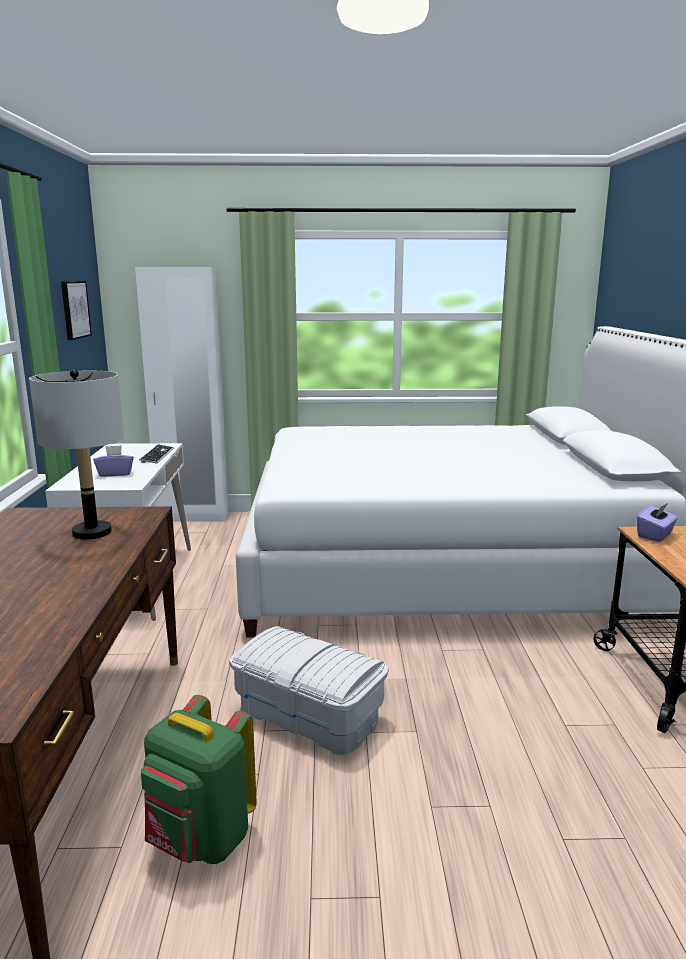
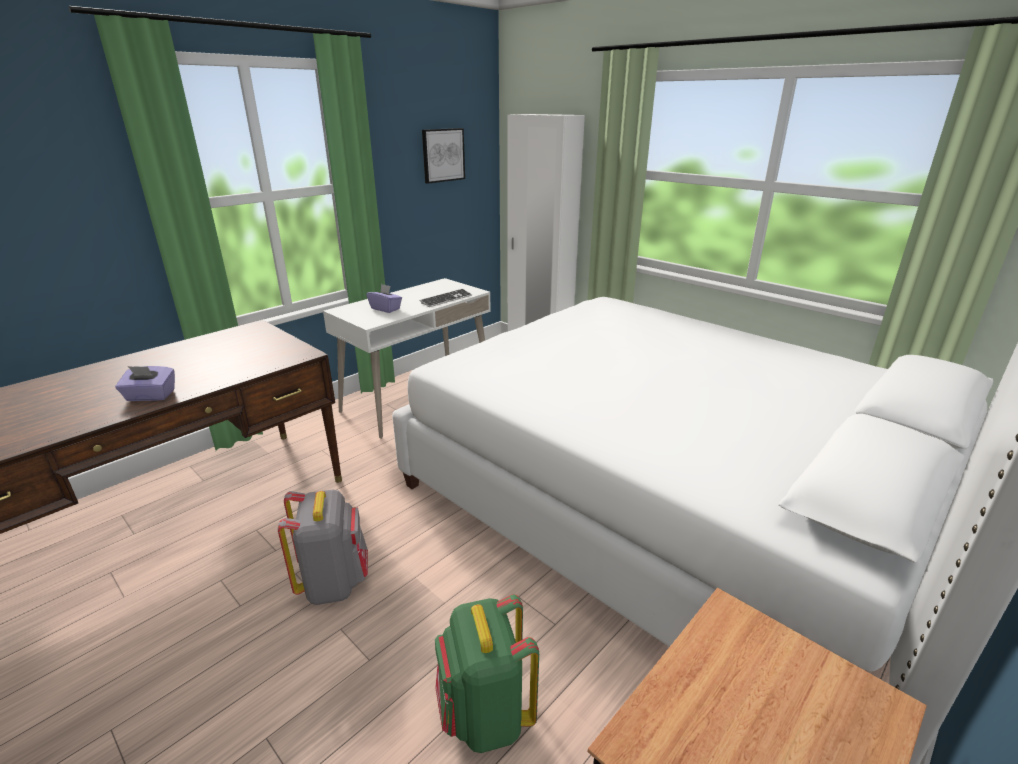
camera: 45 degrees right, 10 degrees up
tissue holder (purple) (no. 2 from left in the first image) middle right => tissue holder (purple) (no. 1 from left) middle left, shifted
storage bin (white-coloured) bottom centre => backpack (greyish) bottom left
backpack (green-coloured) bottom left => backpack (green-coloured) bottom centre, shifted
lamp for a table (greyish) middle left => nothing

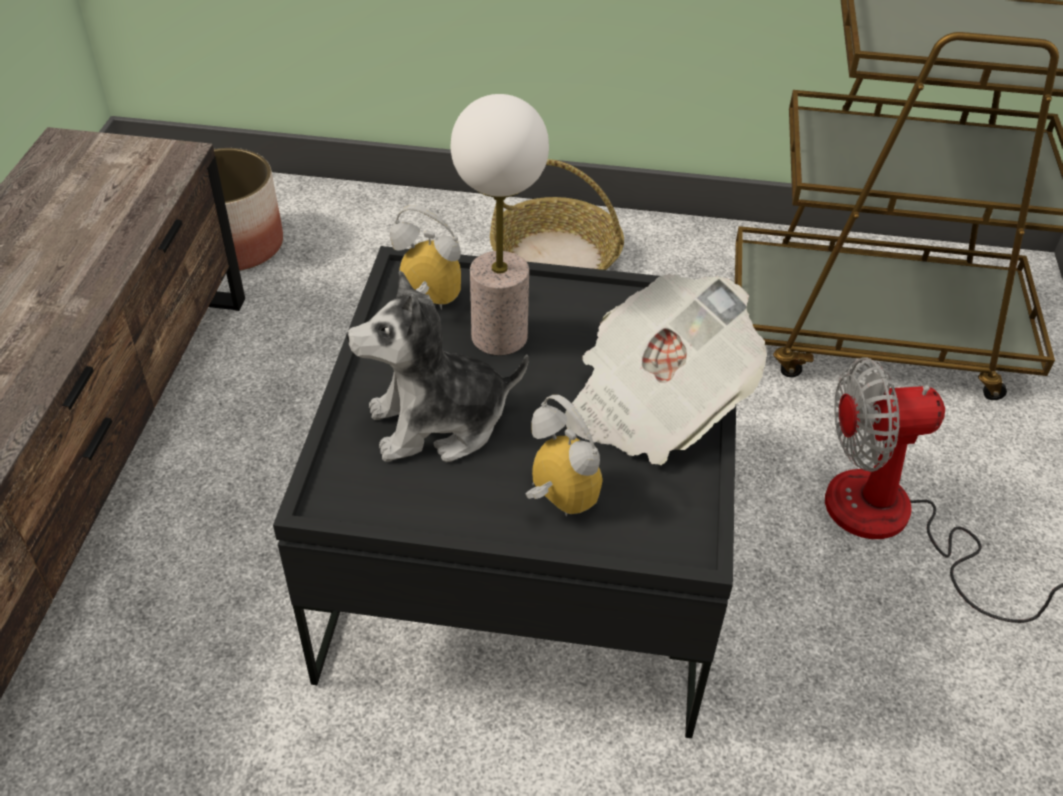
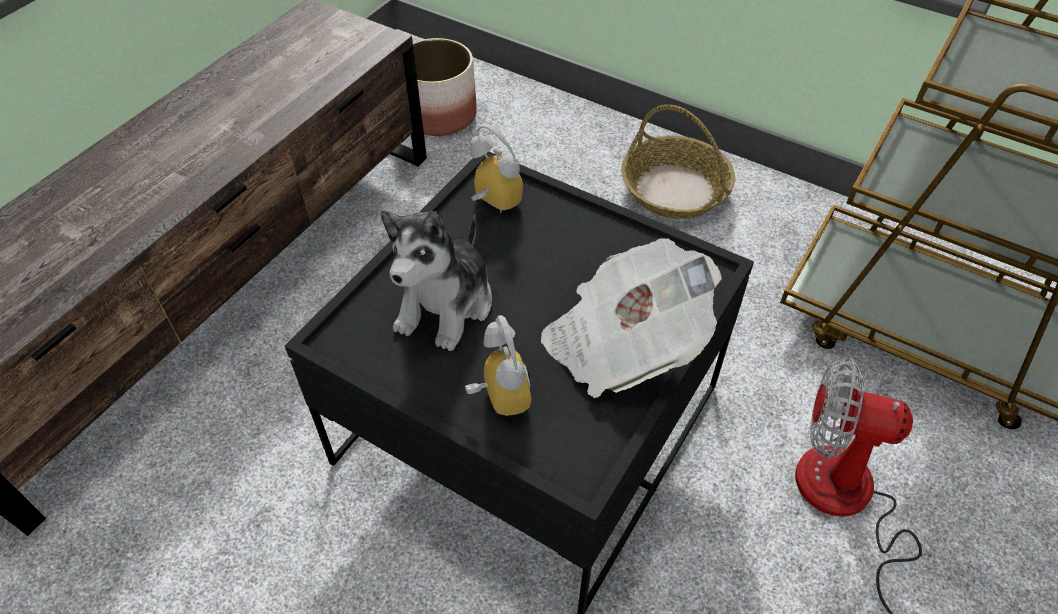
camera: 25 degrees right, 5 degrees up
plush toy centre, 75 degrees counterclockwise
lamp for a table top centre => nothing

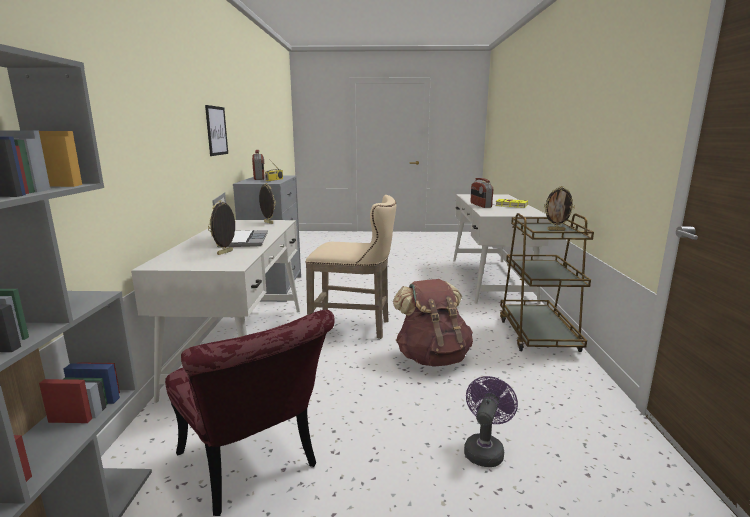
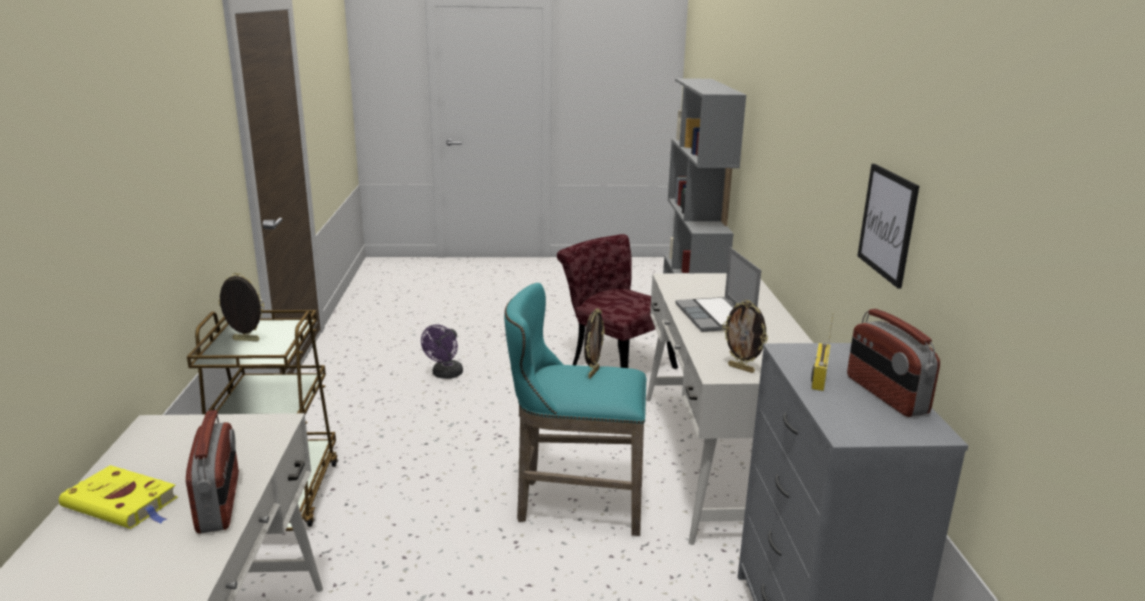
camera: 175 degrees right, 5 degrees up
stool seat (sand-coloured) centre => stool seat (blue-green) bottom centre
photo frame (no. 1 from left in the first image) middle left => photo frame (no. 2 from left) centre, shifted
backpack (brown-coloured) centre => nothing

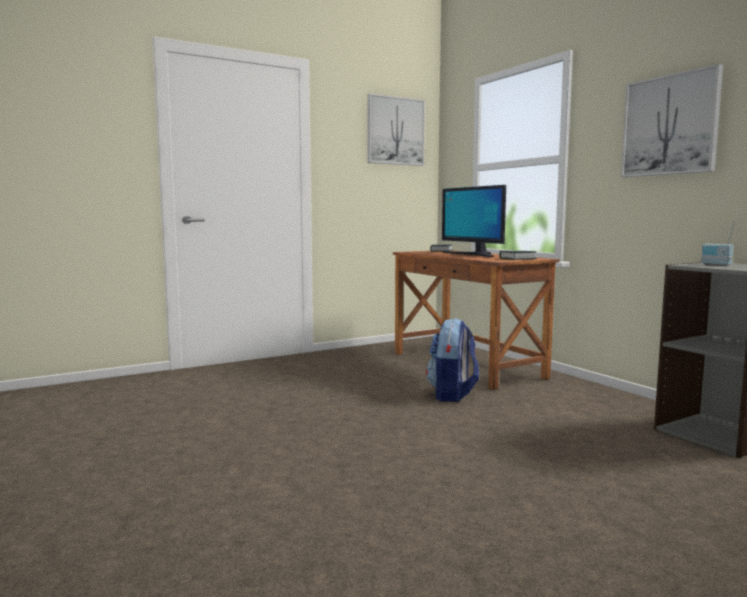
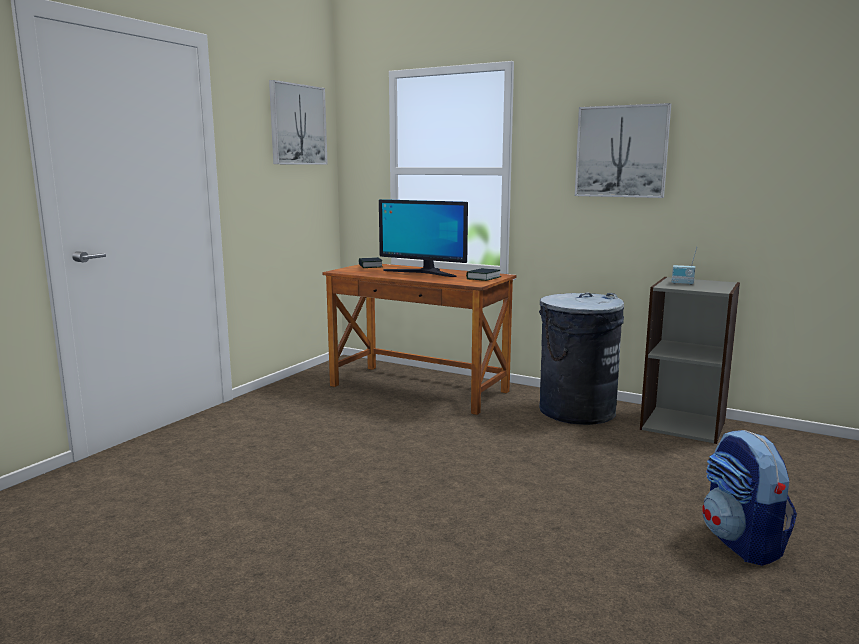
camera: 30 degrees left, 5 degrees up
nothing => trash can (greyish) middle right
backpack centre => backpack bottom right, shifted

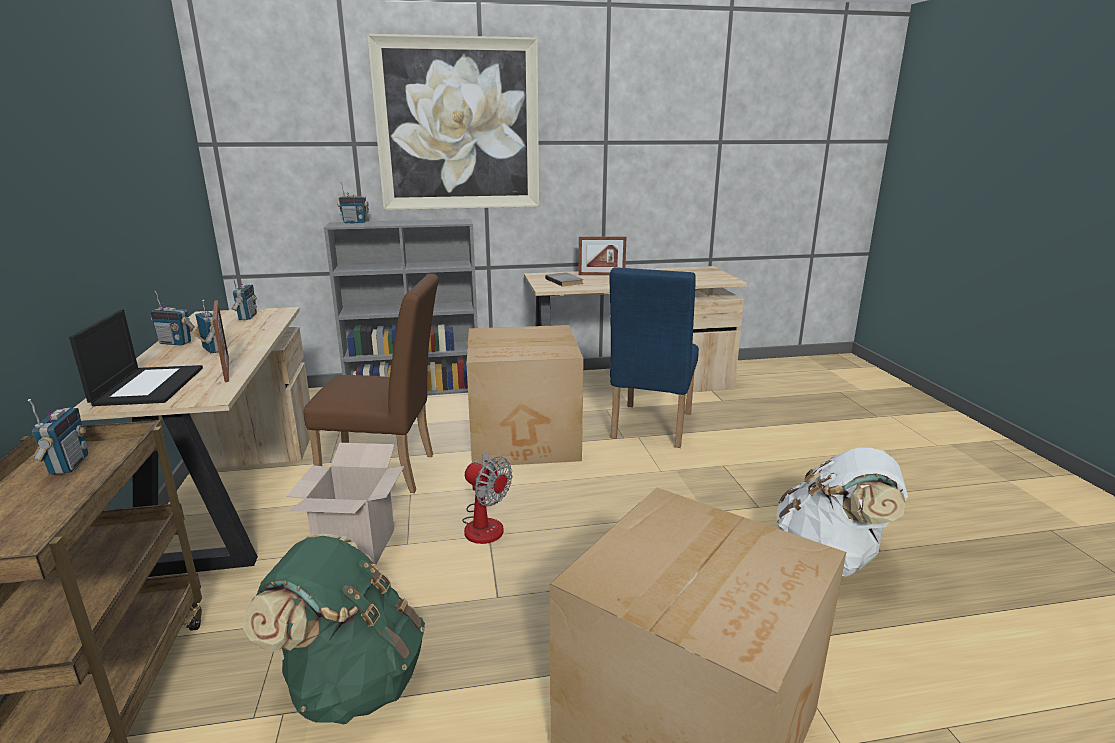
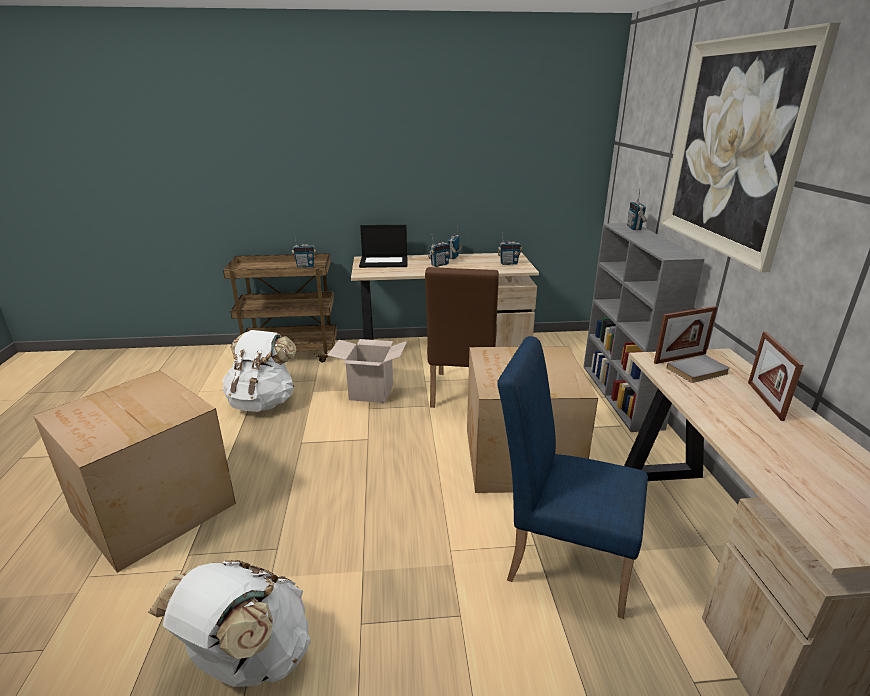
camera: 95 degrees right, 5 degrees up
backpack (green-coloured) bottom left => backpack (white-coloured) (no. 2 from left) middle left
photo frame (no. 1 from left) middle left => photo frame (no. 1 from left) middle right, shifted
cooling fan bottom centre => nothing

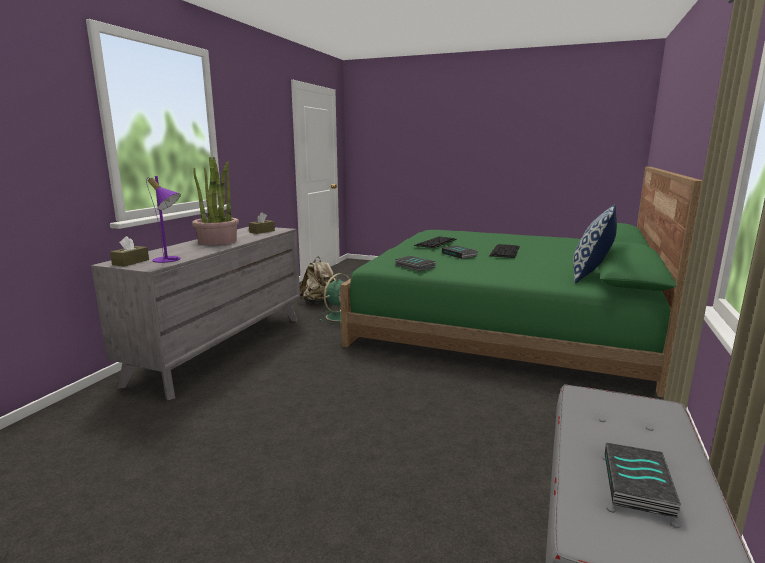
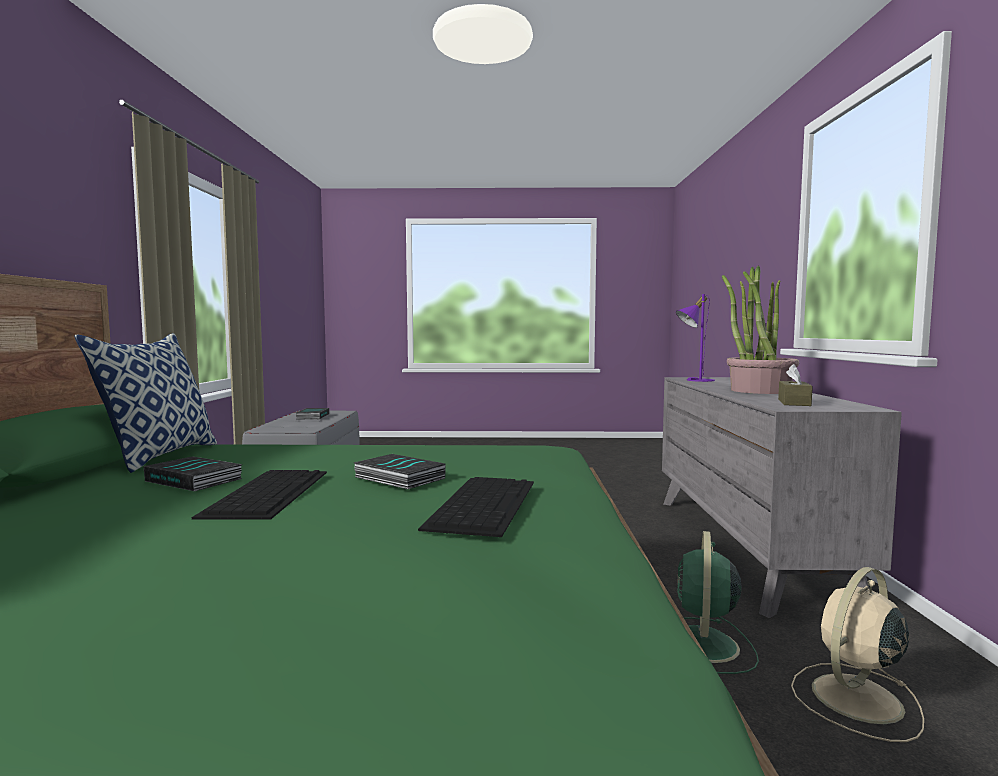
camera: 160 degrees right, 10 degrees down
book (no. 1 from left) centre => book (no. 1 from left) middle left, shifted
backpack (sand-coloured) centre => cooling fan (sand-coloured) bottom right
tissue holder (brown-coloured) (no. 1 from left) middle left => nothing

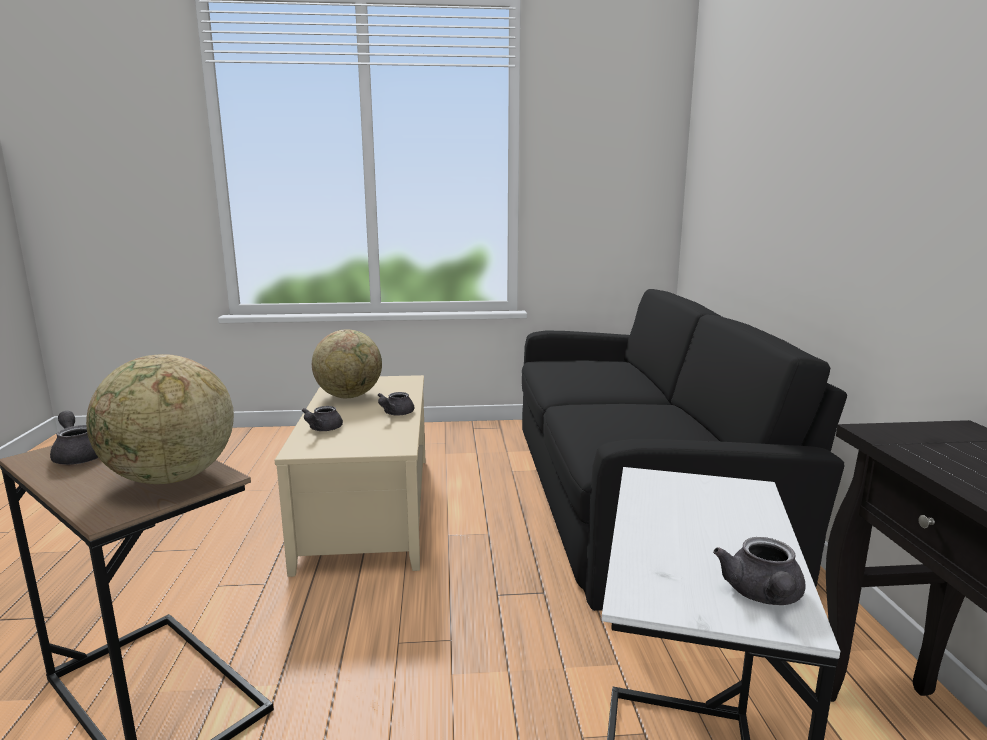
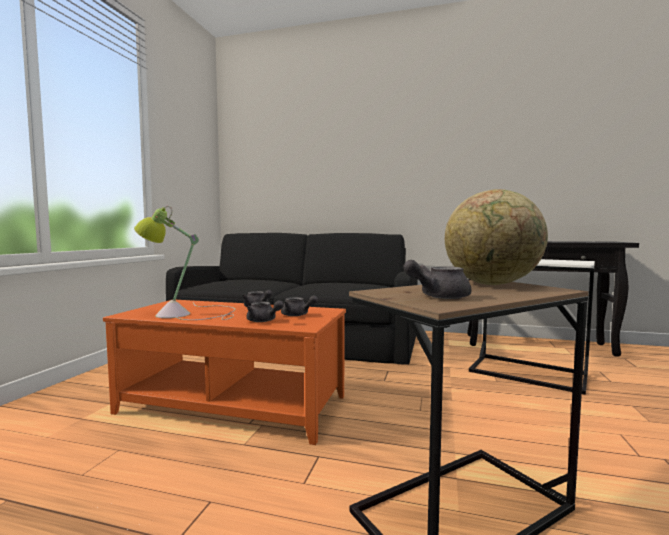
camera: 70 degrees left, 10 degrees down
lounge table (sand-coloured) centre => lounge table (orange) bottom centre
world globe (no. 2 from left) centre => lamp for a table middle left
tea pot (greyish) (no. 4 from left in the first image) bottom right => tea pot (greyish) (no. 3 from left) centre, shifted

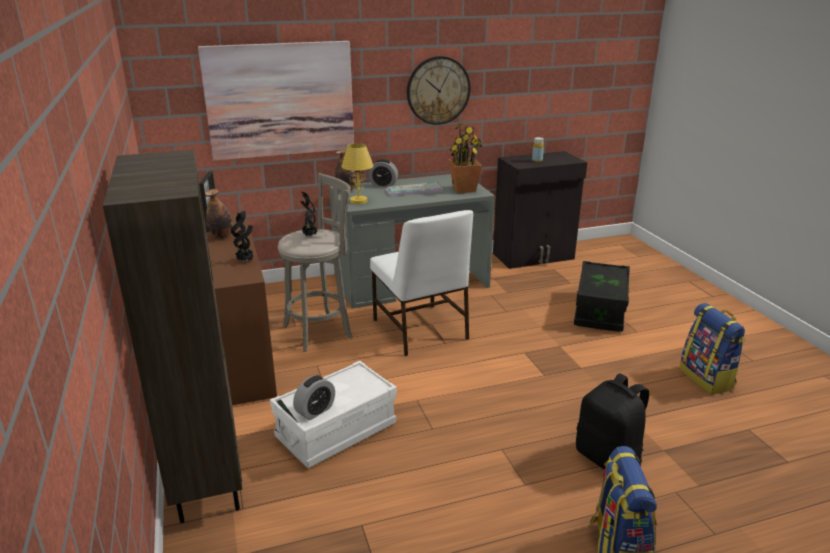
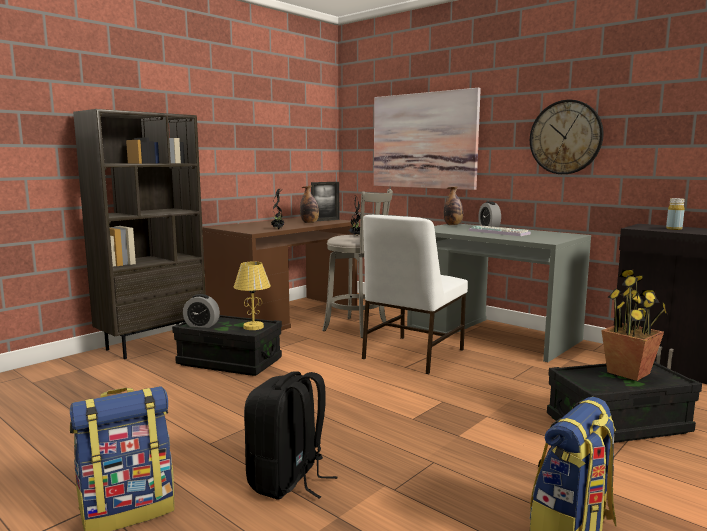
camera: 60 degrees right, 15 degrees down
storage bin (white-coloured) bottom centre => storage bin (black-coloured) (no. 1 from left) middle left
lamp for a table (yellowish) top centre => lamp for a table (yellowish) centre, shifted
plant in a pot (no. 3 from left) top centre => plant in a pot (no. 3 from left) middle right, shifted

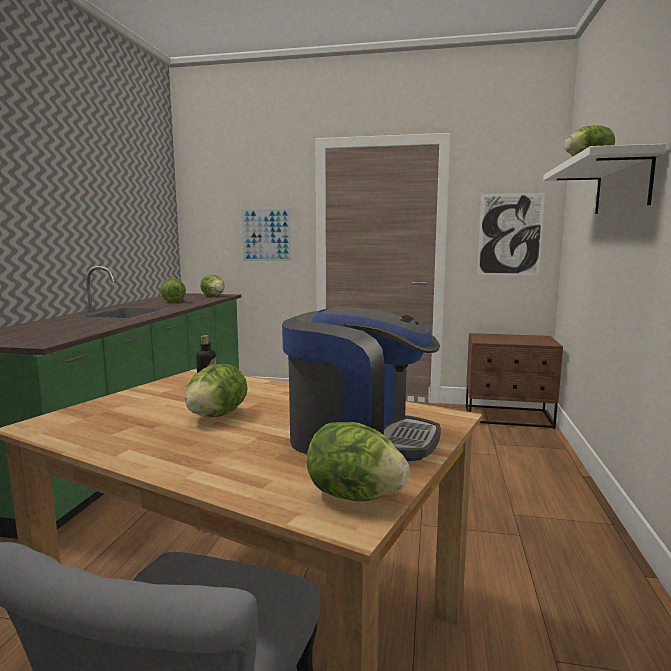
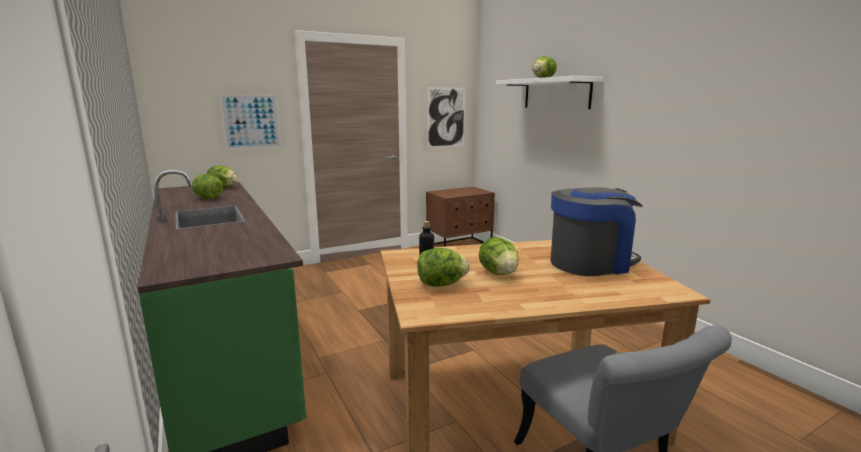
camera: 40 degrees left, 5 degrees up
head of lettuce (no. 4 from left in the first image) bottom centre => head of lettuce (no. 3 from left) centre, shifted

